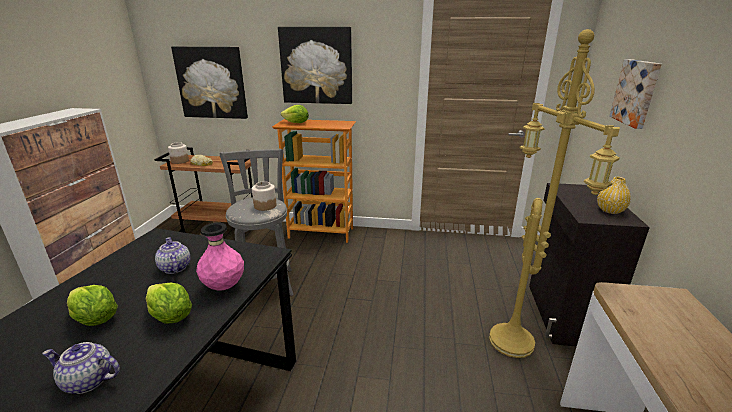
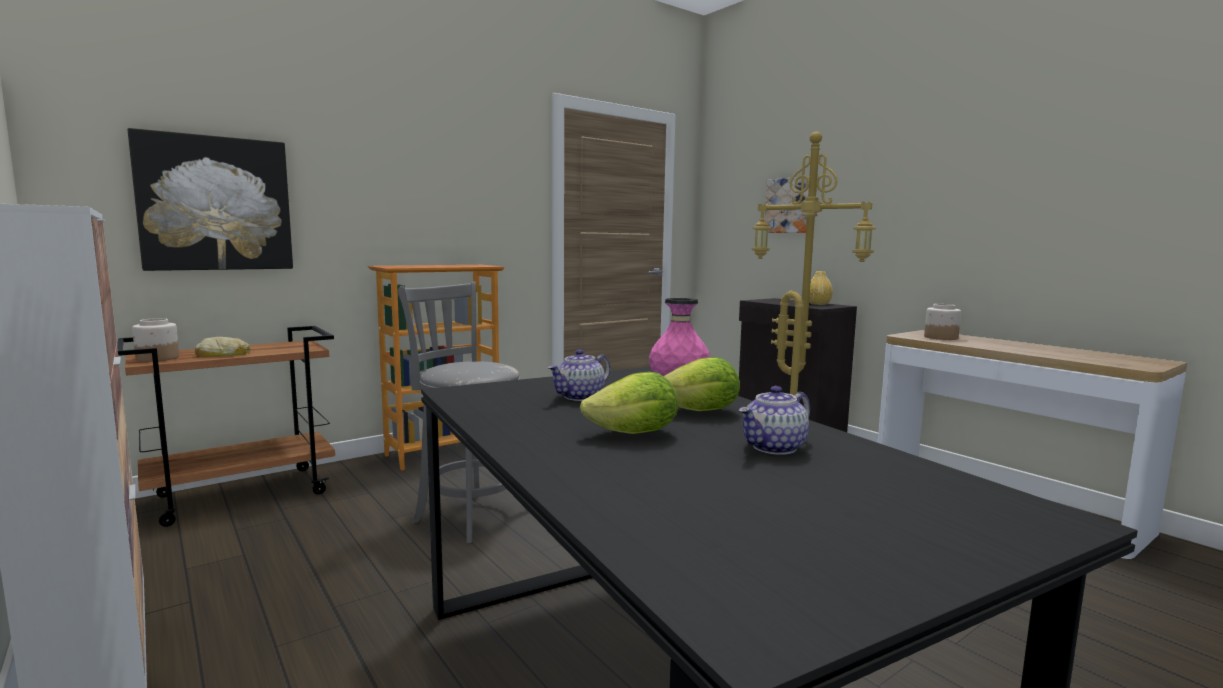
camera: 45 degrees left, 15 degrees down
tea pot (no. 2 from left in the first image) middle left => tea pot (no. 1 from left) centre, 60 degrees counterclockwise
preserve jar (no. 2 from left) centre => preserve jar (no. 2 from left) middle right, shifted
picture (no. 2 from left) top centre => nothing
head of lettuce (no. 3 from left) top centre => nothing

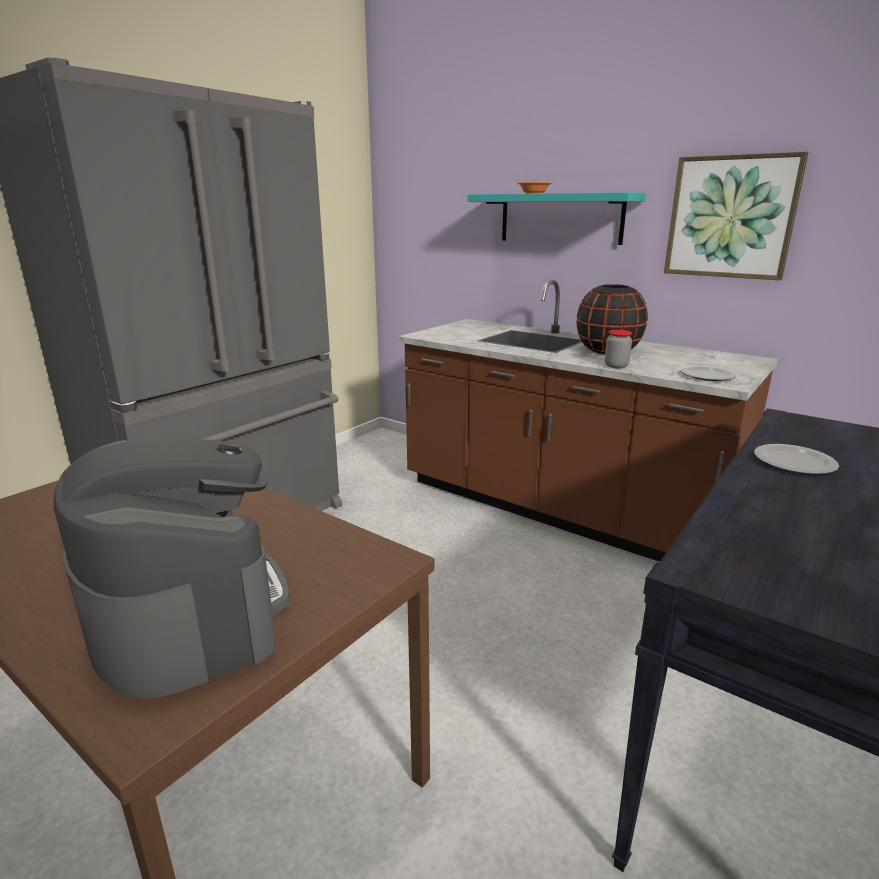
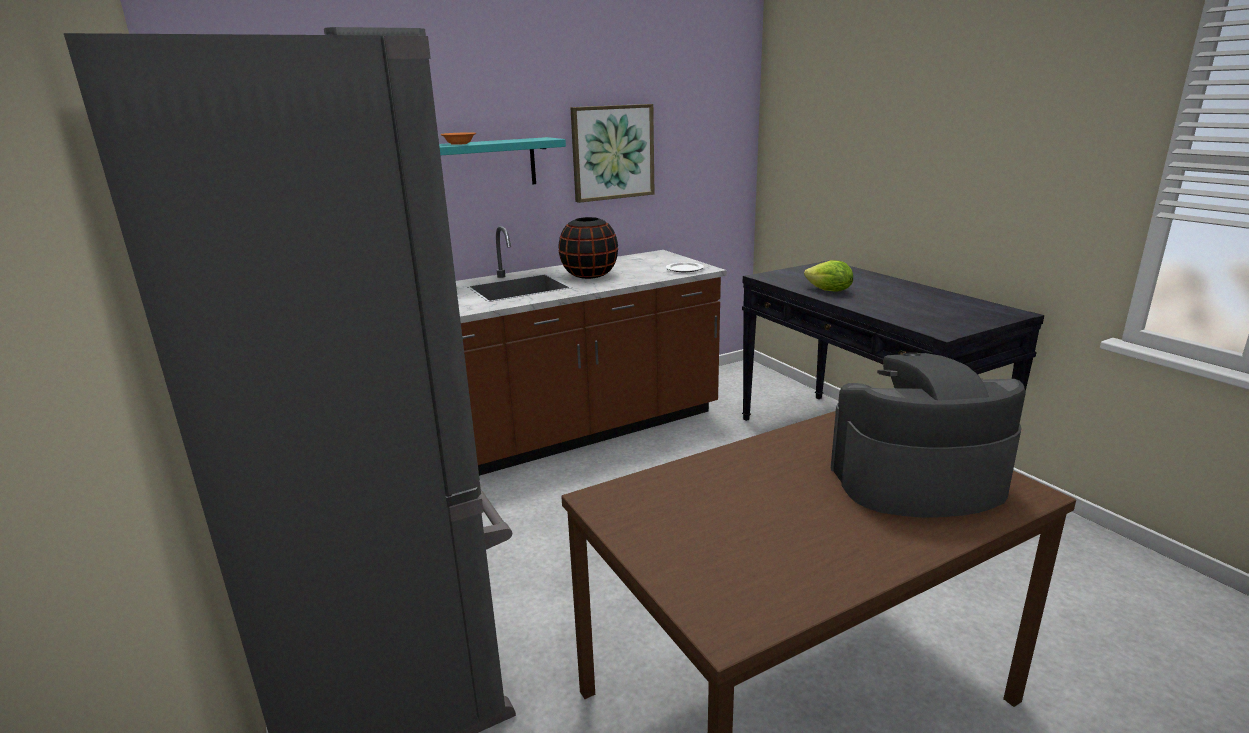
camera: 65 degrees left, 0 degrees up
plate (no. 2 from left) middle right => head of lettuce centre
preserve jar middle right => nothing

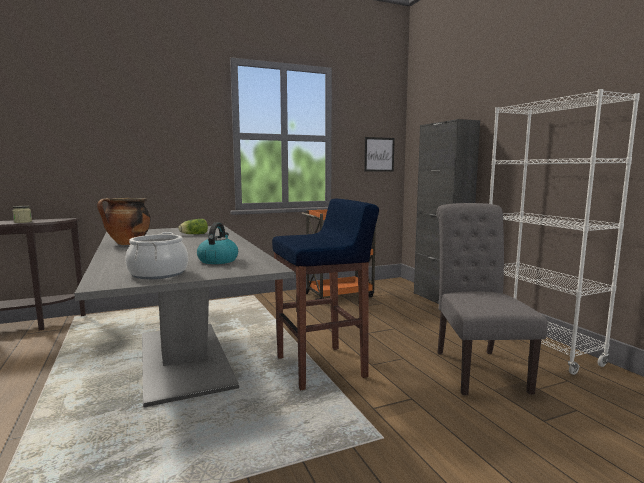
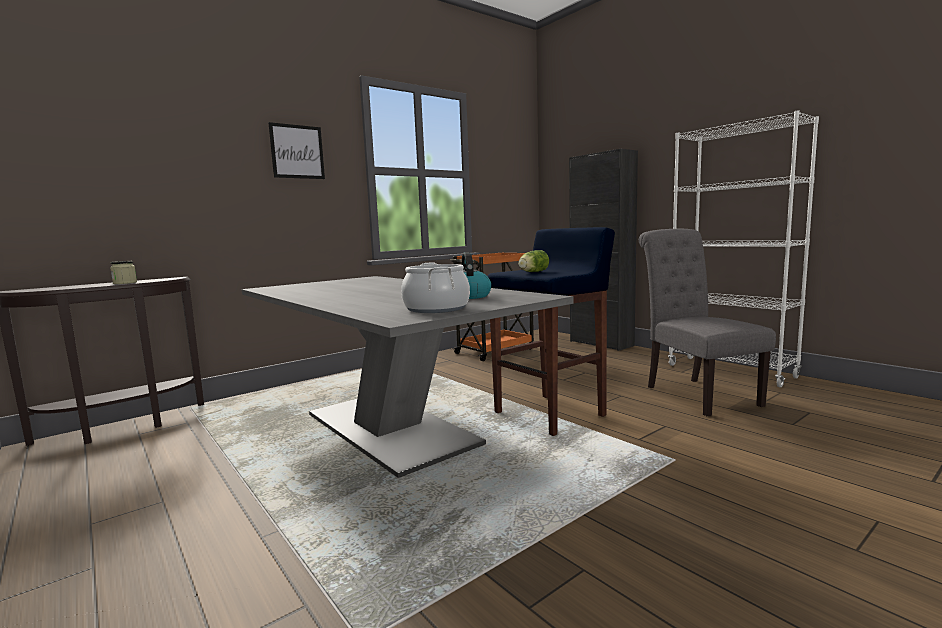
camera: 15 degrees left, 0 degrees up
picture top centre => picture top left, shifted
head of lettuce middle left => head of lettuce centre, shifted
saucepot (no. 1 from left) middle left => nothing

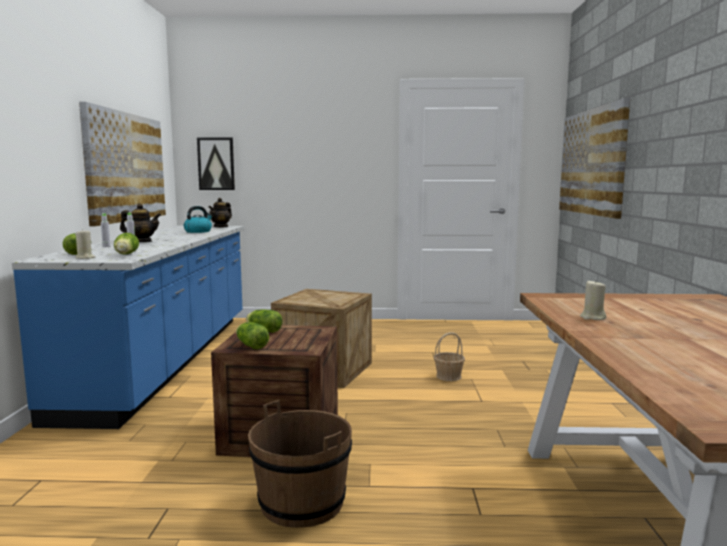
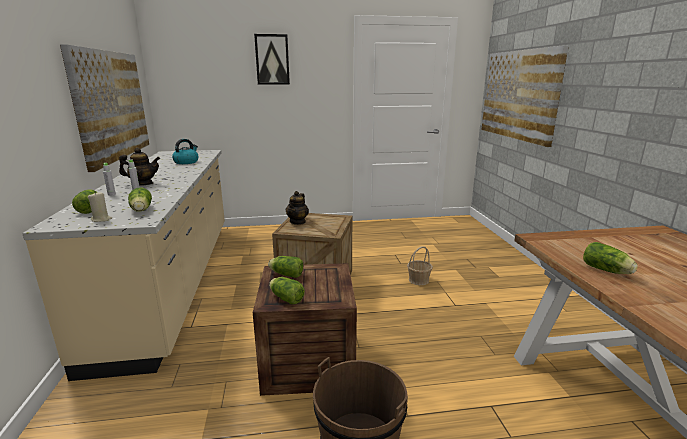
camera: 10 degrees left, 10 degrees up
kitchen base unit (blue) middle left => kitchen base unit (sand-coloured) middle left
picture (no. 2 from left) top left => picture (no. 2 from left) top centre, shifted
tea pot (no. 2 from left) middle left => tea pot (no. 2 from left) centre, shifted
candle (sand-coloured) (no. 2 from left) middle right => head of lettuce (no. 5 from left) middle right

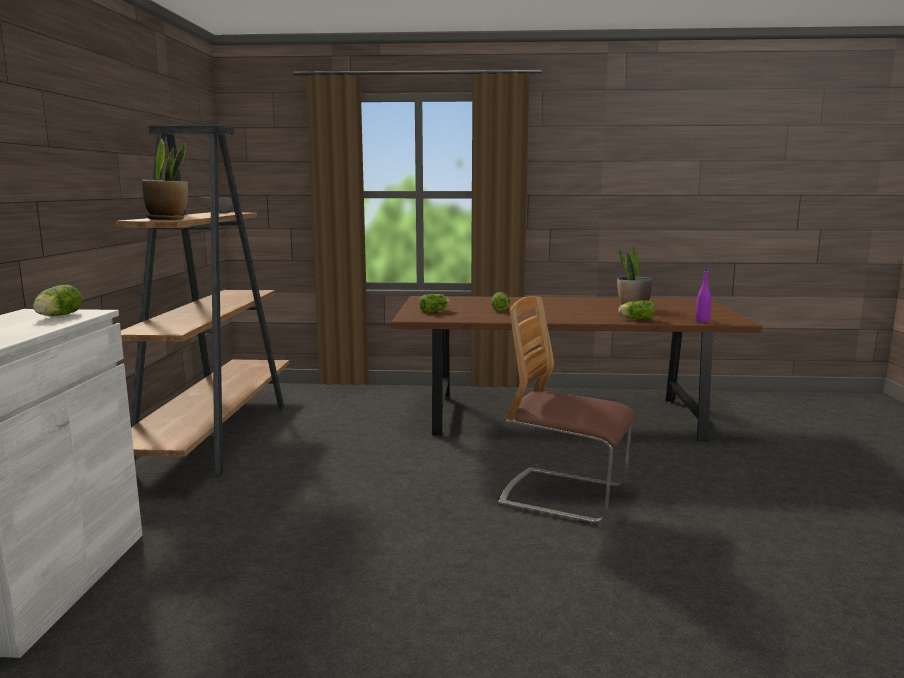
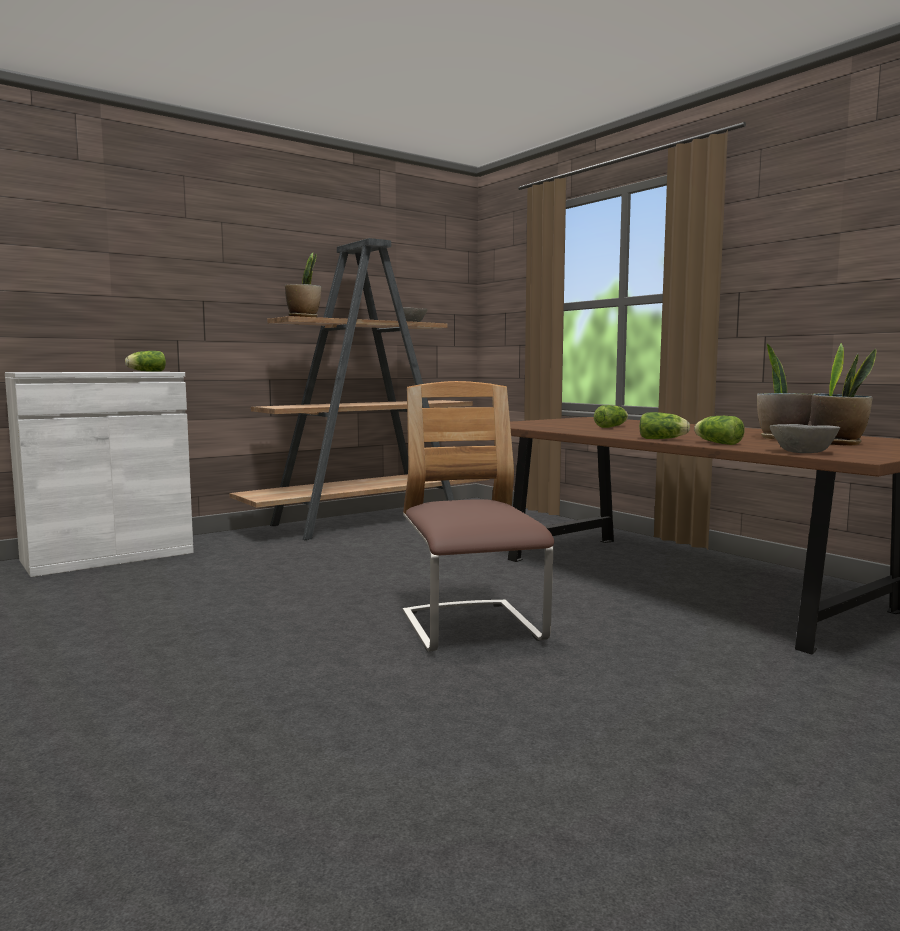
camera: 50 degrees right, 5 degrees down
head of lettuce (no. 2 from left in the first image) centre => head of lettuce (no. 3 from left) middle right, shifted
beverage bottle (purple) middle right => bowl (greyish) (no. 2 from left) middle right
nothing => plant in a pot (no. 3 from left) middle right

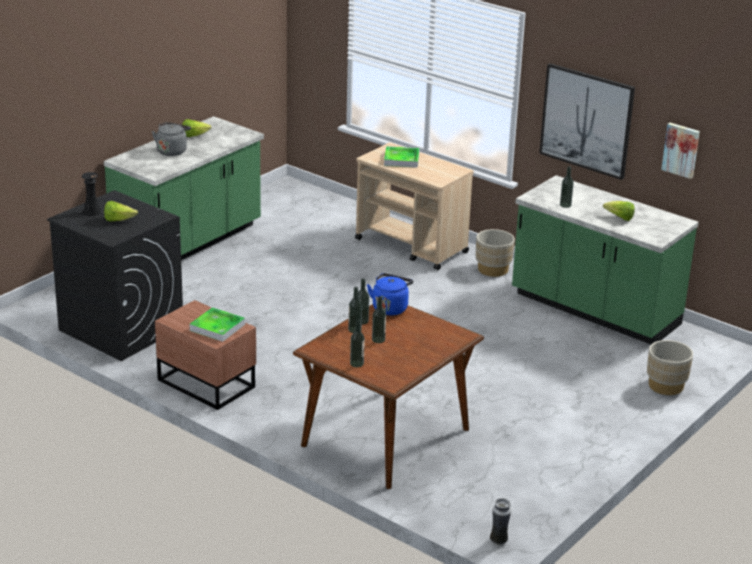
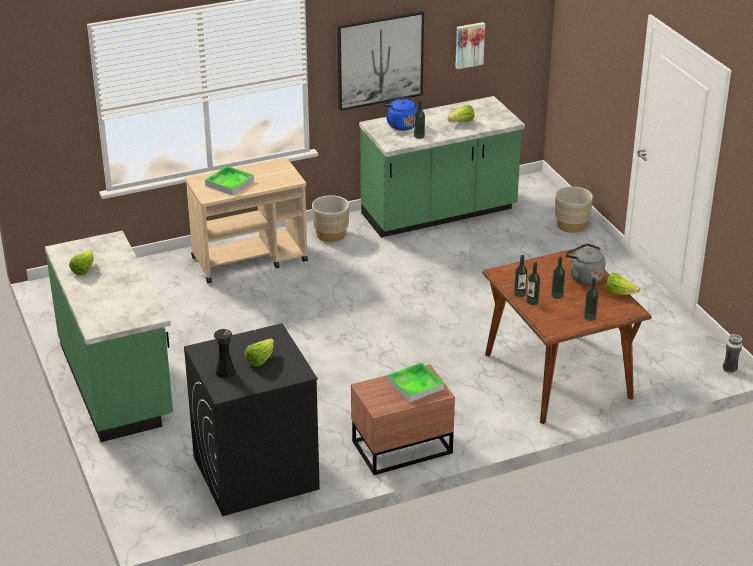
camera: 60 degrees left, 5 degrees up
tea kettle (blue) centre => tea kettle (blue) top centre, shifted
tea kettle (greyish) top left => tea kettle (greyish) middle right, shifted
nothing => head of lettuce (no. 4 from left) middle right

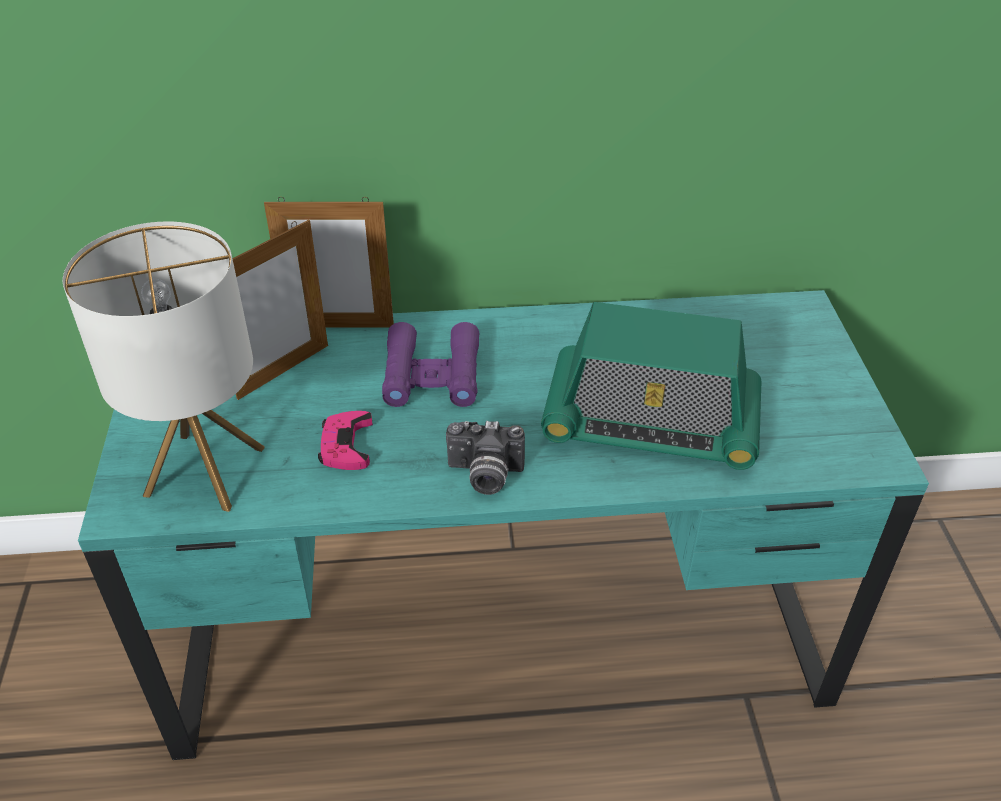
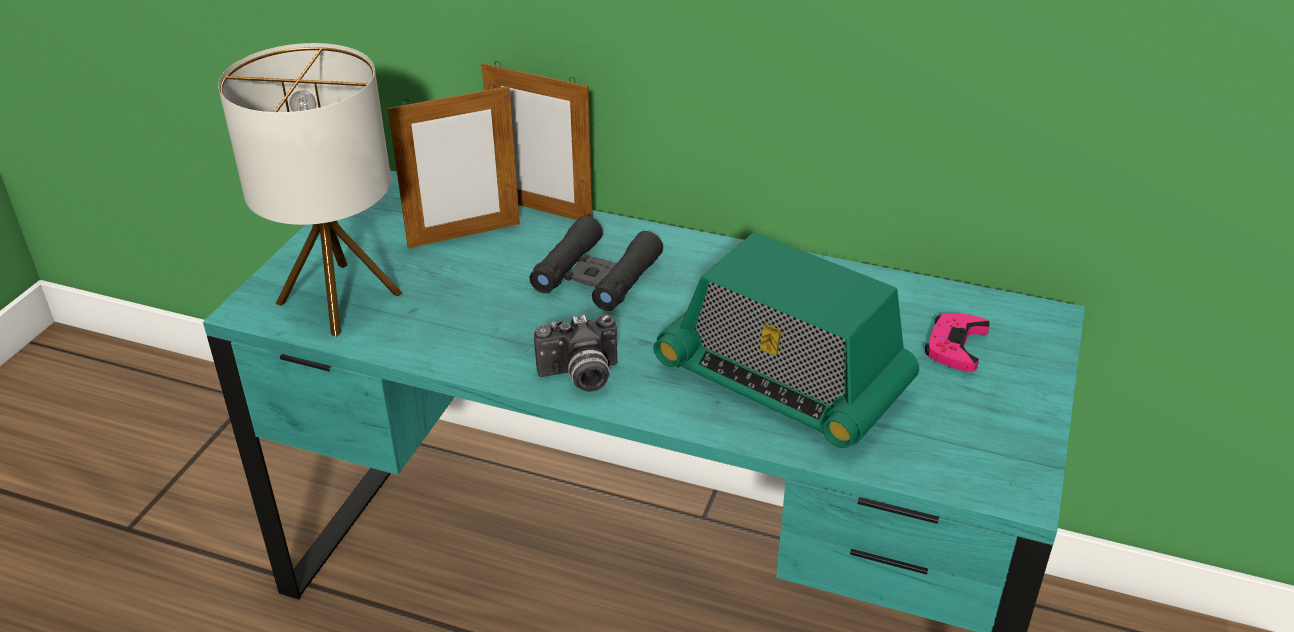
camera: 25 degrees right, 5 degrees down
field glasses (purple) centre => field glasses (black-coloured) centre
still camera centre, 45 degrees counterclockwise
joypad (pinkish) centre => joypad (pinkish) middle right, shifted

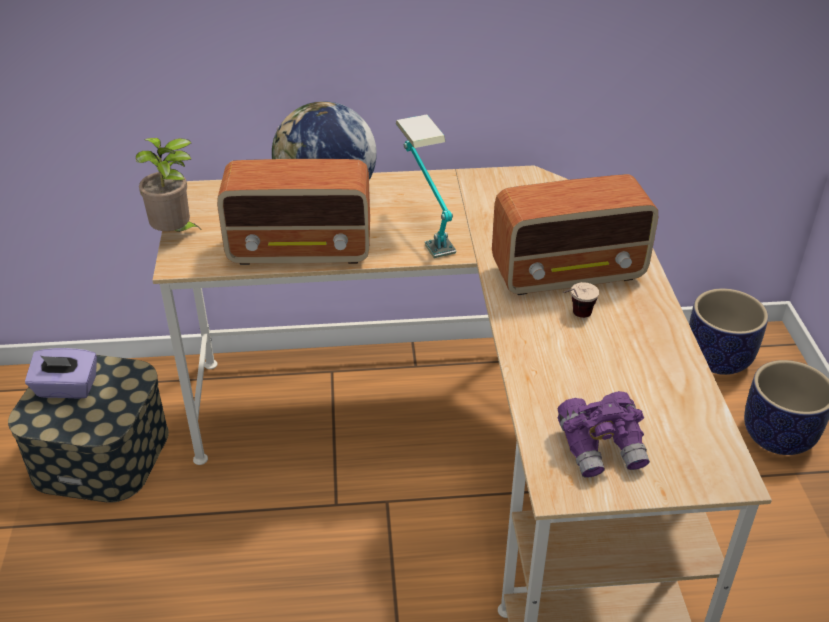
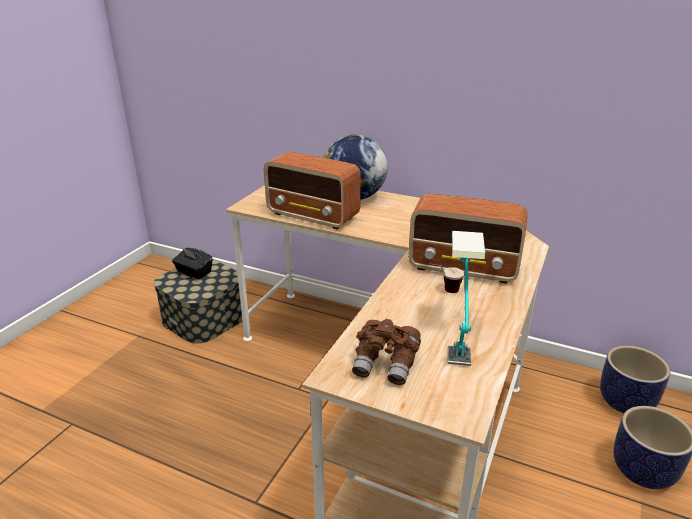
camera: 30 degrees right, 10 degrees down
tissue holder (purple) middle left => tissue holder (black-coloured) middle left
field glasses (purple) bottom right => field glasses (brown-coloured) bottom centre
lamp for a table top centre => lamp for a table middle right, shifted
plant in a pot top left => nothing

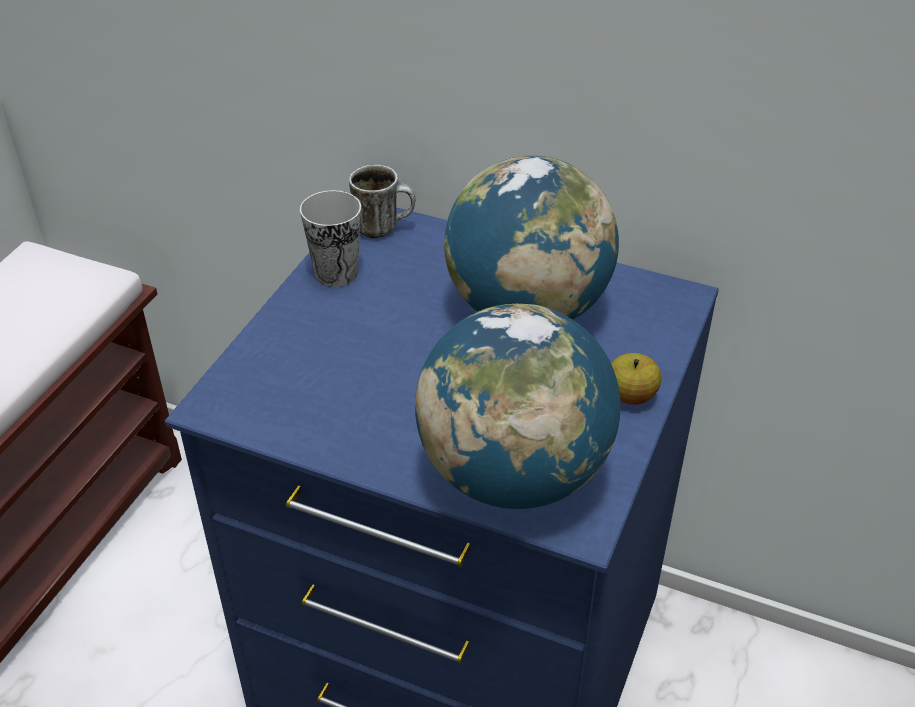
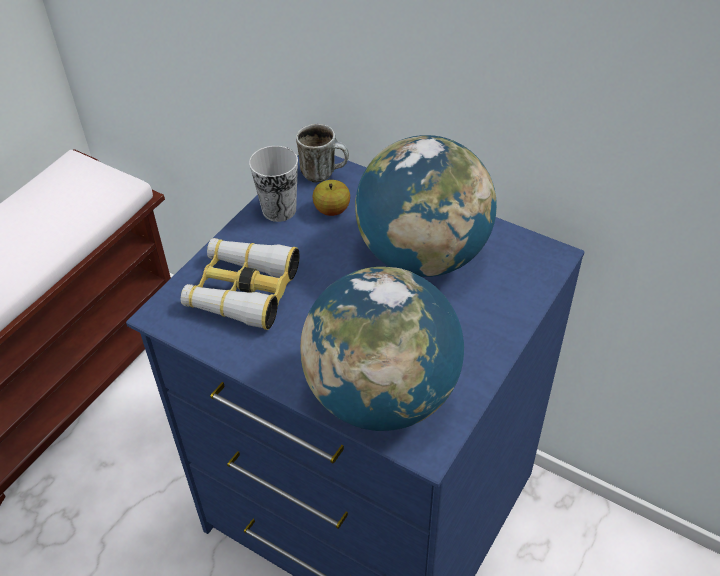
camera: 10 degrees right, 5 degrees up
nothing => field glasses centre
apple middle right => apple centre, shifted

